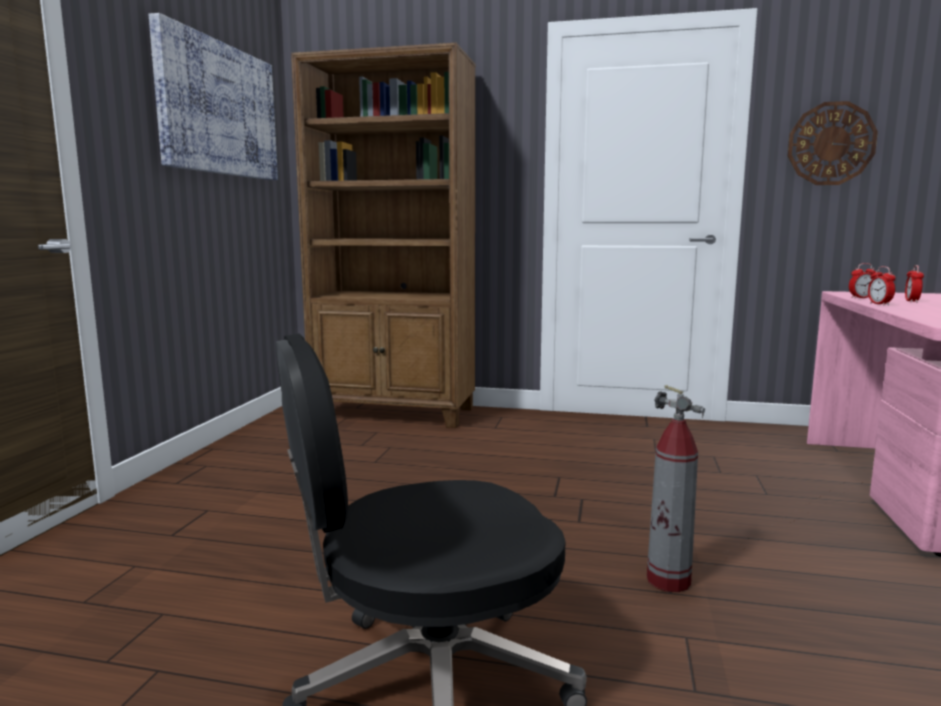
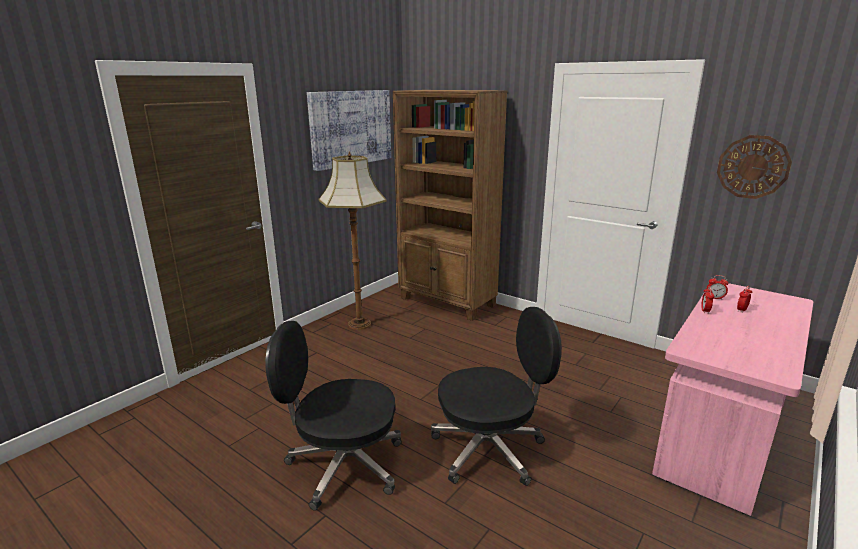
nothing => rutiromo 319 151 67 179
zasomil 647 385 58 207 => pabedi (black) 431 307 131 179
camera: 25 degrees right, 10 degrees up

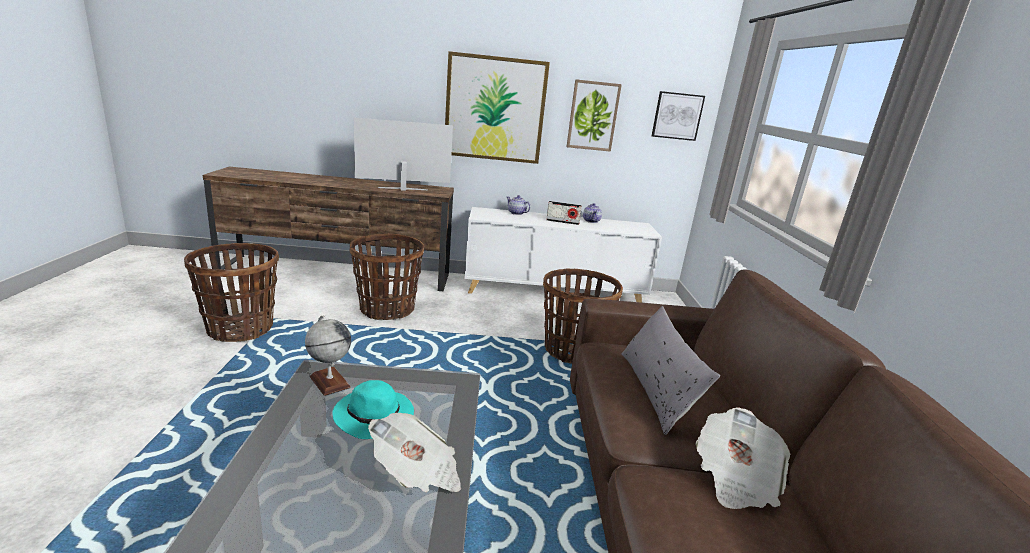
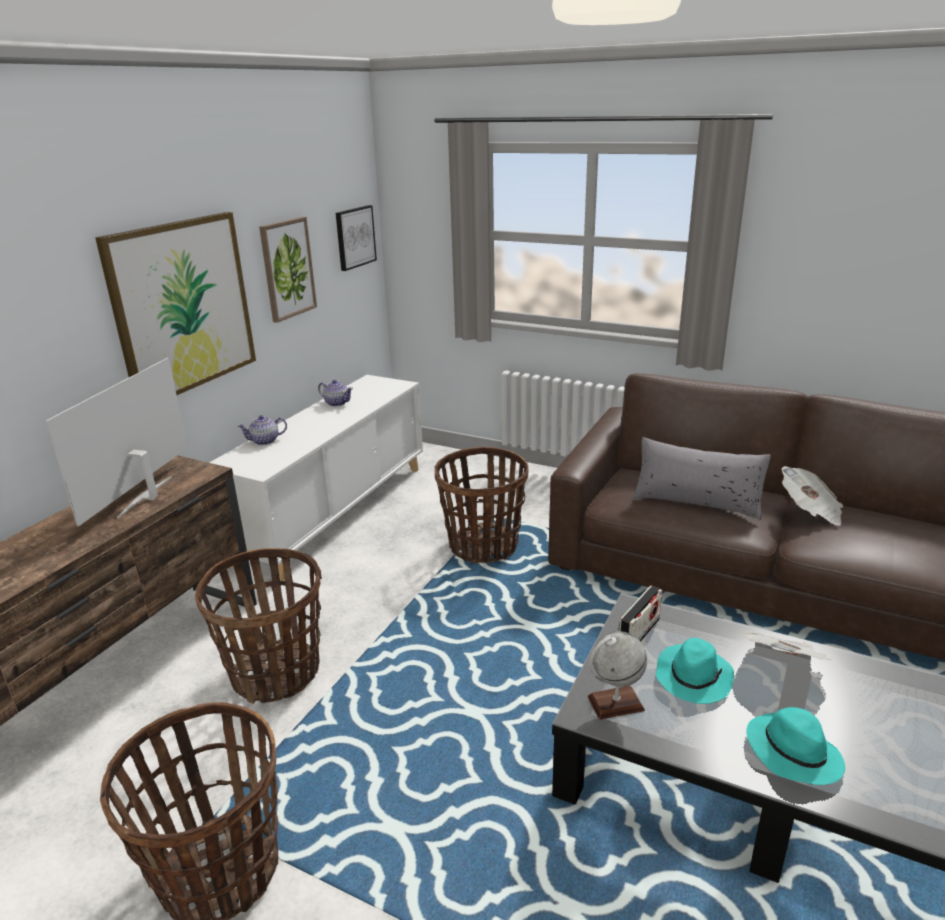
nothing => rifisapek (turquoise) 746 707 99 78
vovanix 546 201 36 24 => vovanix 618 585 44 57, moved
camera: 60 degrees left, 5 degrees up

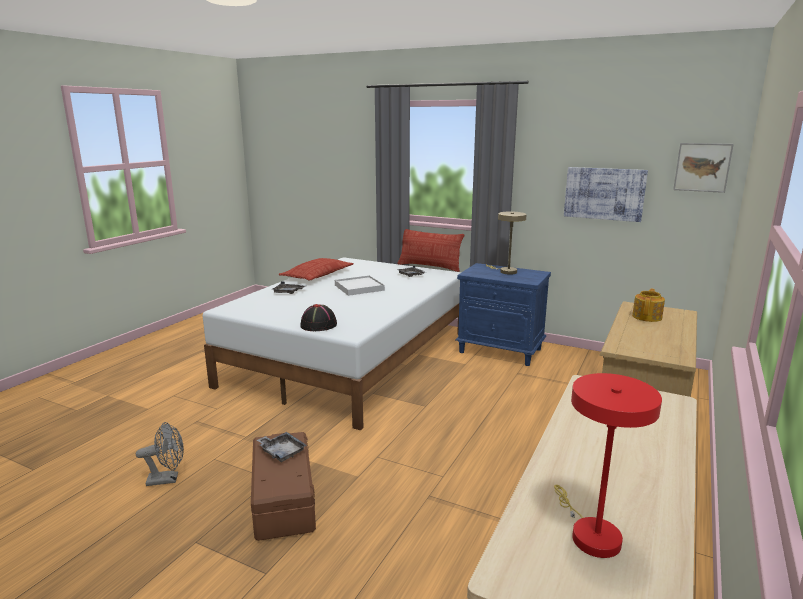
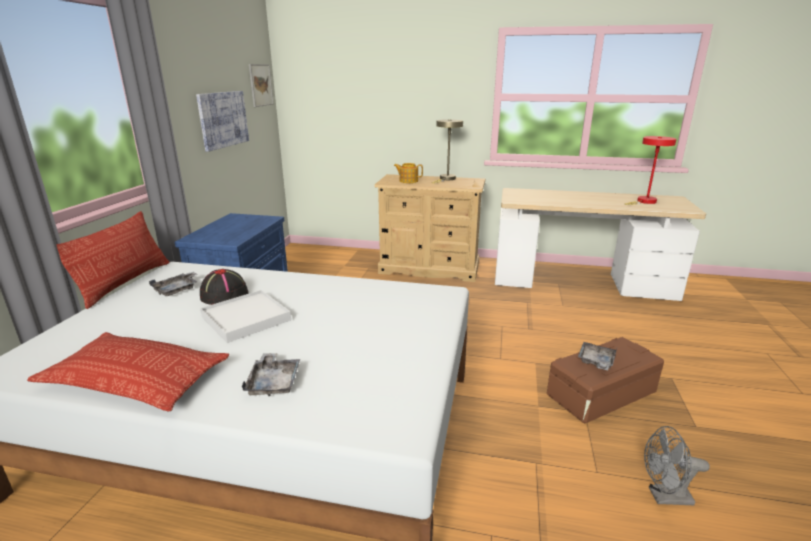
rifisapek (black) 300 304 37 27 => rifisapek (black) 200 269 49 36, moved
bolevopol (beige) 487 212 40 63 => bolevopol (beige) 432 119 31 64, moved
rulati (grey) 136 422 48 64 => rulati (grey) 644 426 66 79, 60 degrees counterclockwise
camera: 105 degrees left, 5 degrees up

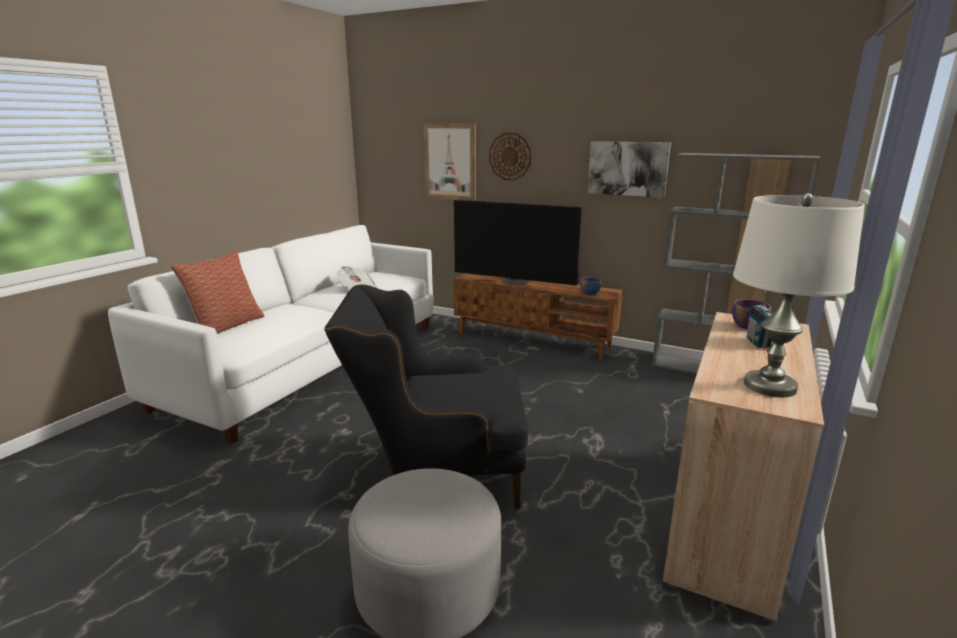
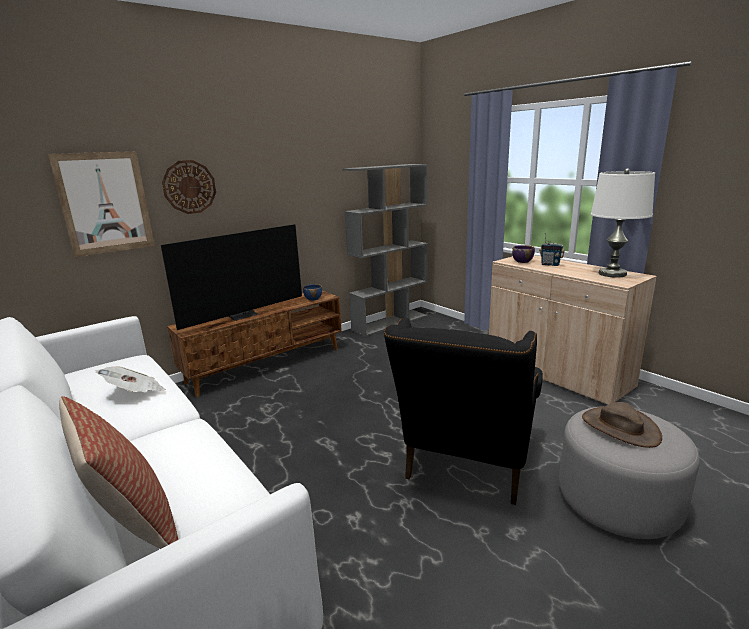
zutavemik 588 141 83 56 => nothing
nothing => rifisapek (brown) 582 402 80 46
camera: 65 degrees left, 0 degrees up

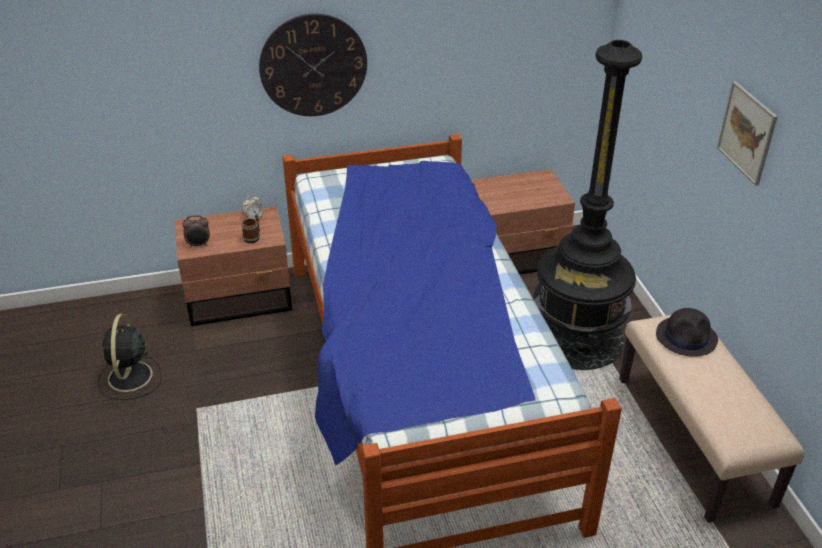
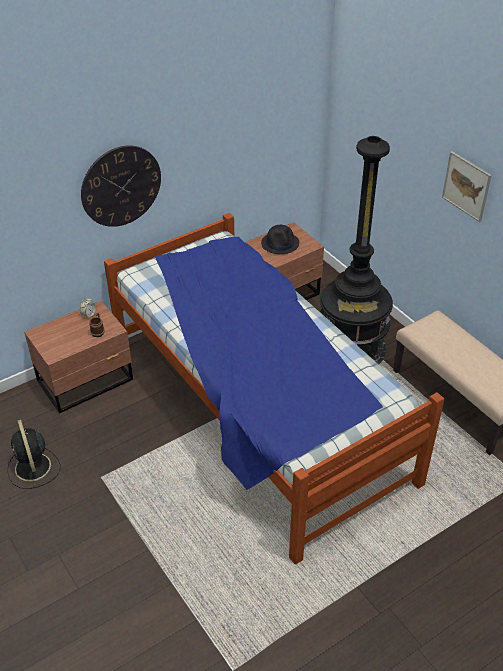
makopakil 182 215 28 33 => nothing
rifisapek (black) 656 308 62 49 => rifisapek (black) 261 225 38 29, moved
camera: 20 degrees left, 5 degrees up

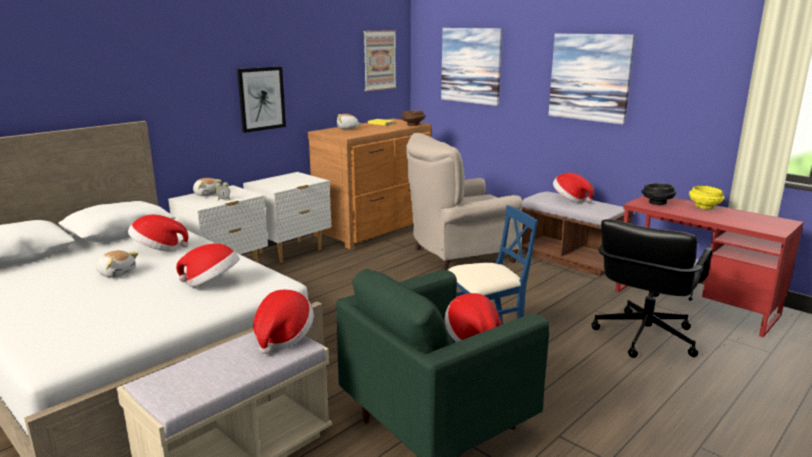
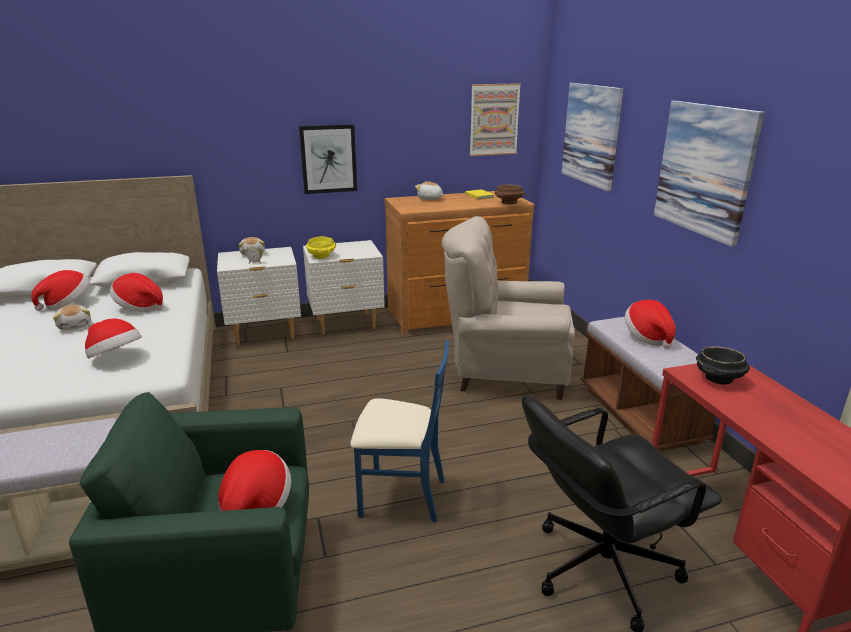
rifisapek 253 290 61 64 => rifisapek 31 270 59 41, moved
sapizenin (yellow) 689 186 36 23 => sapizenin (yellow) 306 236 30 23, moved
camera: 30 degrees right, 5 degrees up

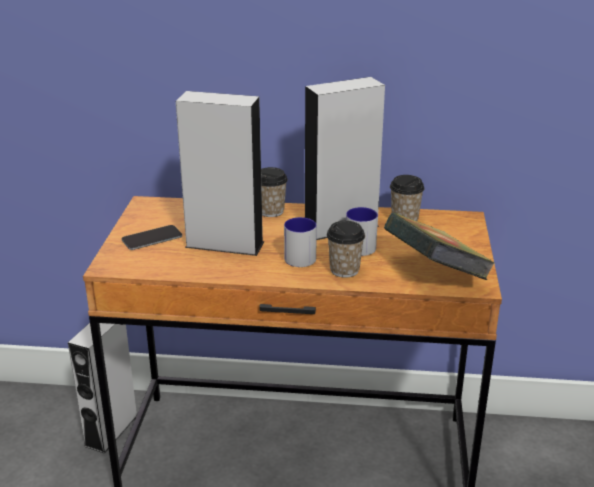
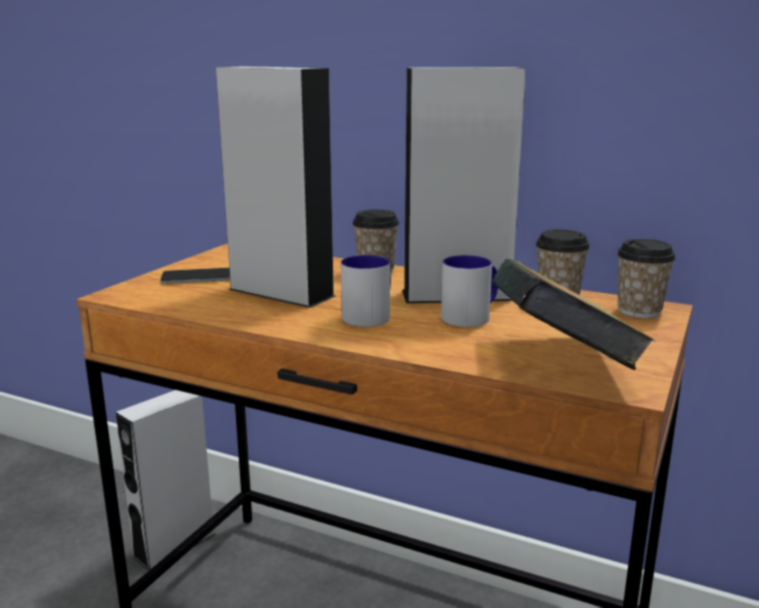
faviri 327 221 38 57 => faviri 617 239 59 79, moved
camera: 20 degrees right, 10 degrees down

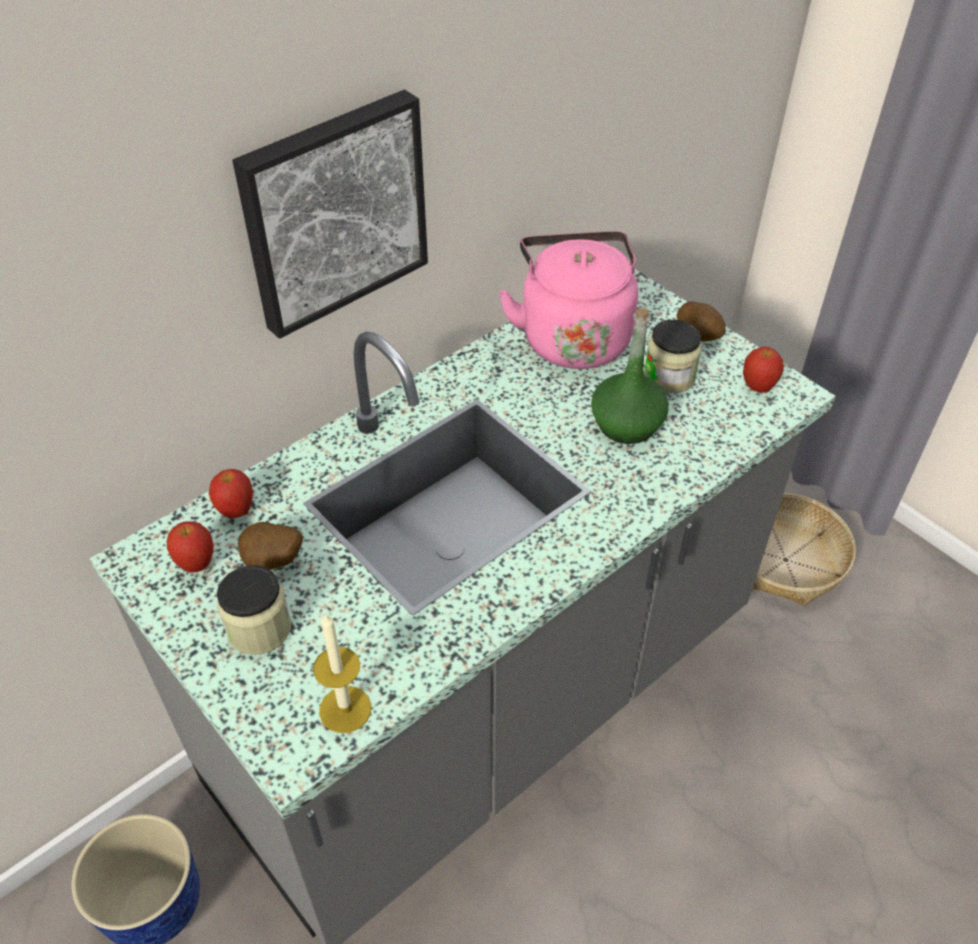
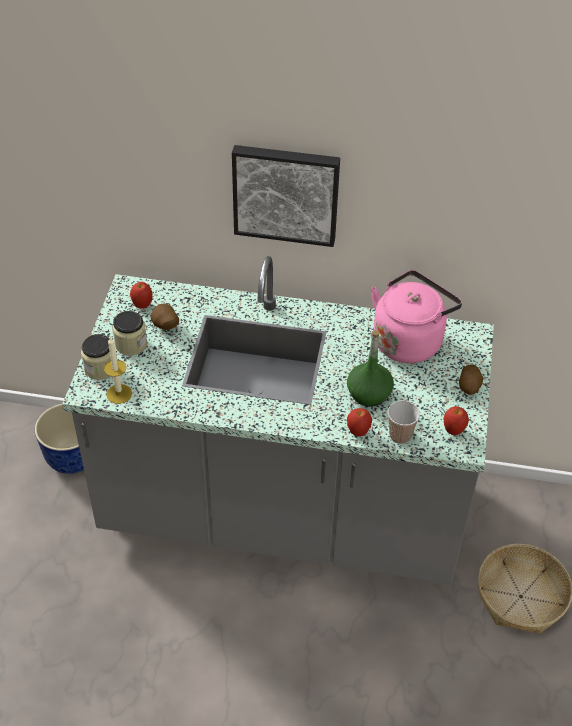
nothing => faviri 388 400 32 44
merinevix 209 469 44 49 => merinevix 347 408 25 28, moved
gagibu 644 320 58 73 => gagibu 81 334 30 46, moved
camera: 50 degrees right, 0 degrees up

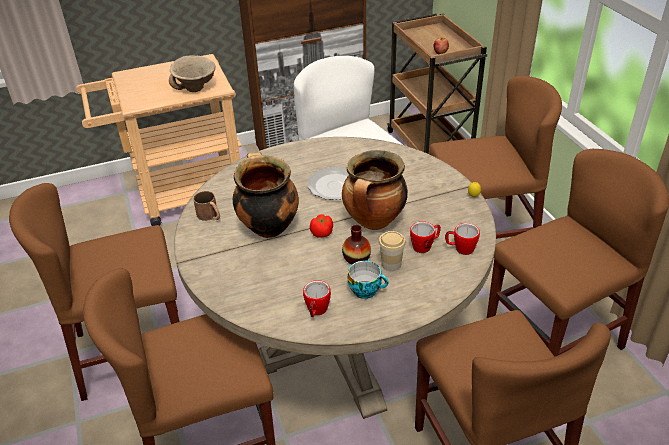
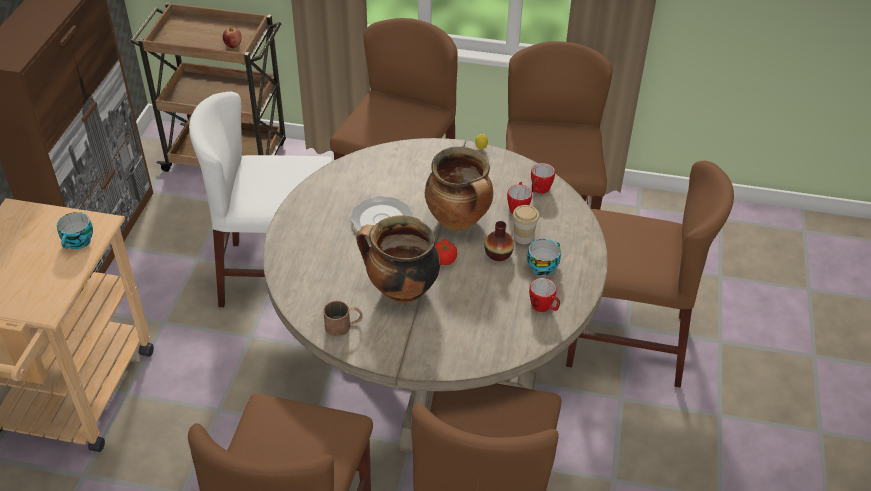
sapizenin (beige) 169 55 46 37 => faviri 57 212 36 37
camera: 60 degrees left, 5 degrees up

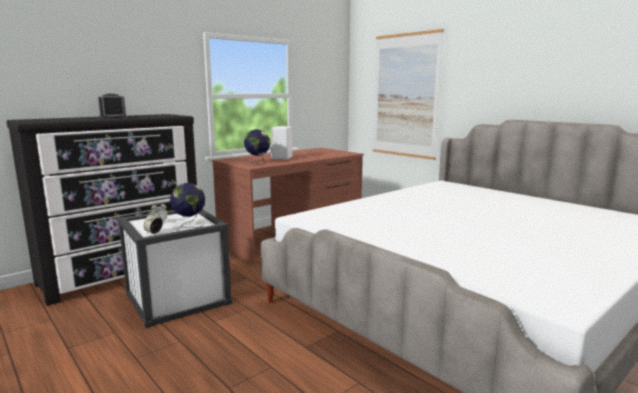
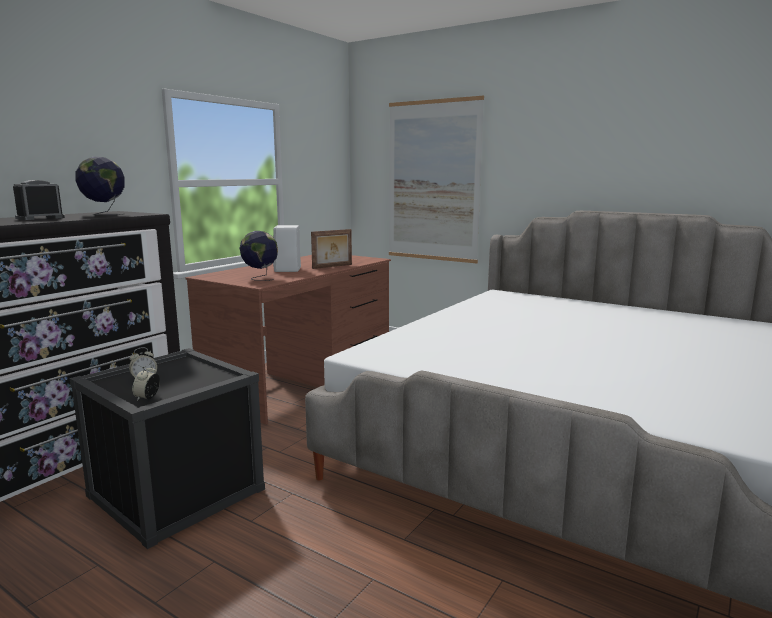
nothing => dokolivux 311 229 41 40
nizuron 170 183 35 45 => nizuron 75 157 50 58, moved
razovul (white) 118 209 114 119 => razovul (black) 70 348 195 201
camera: 15 degrees left, 0 degrees up

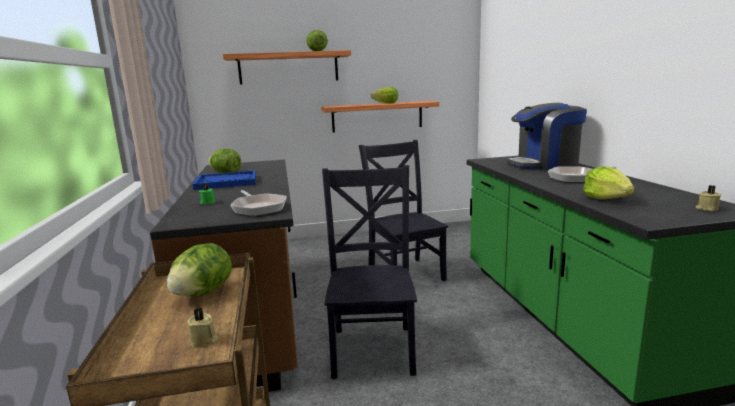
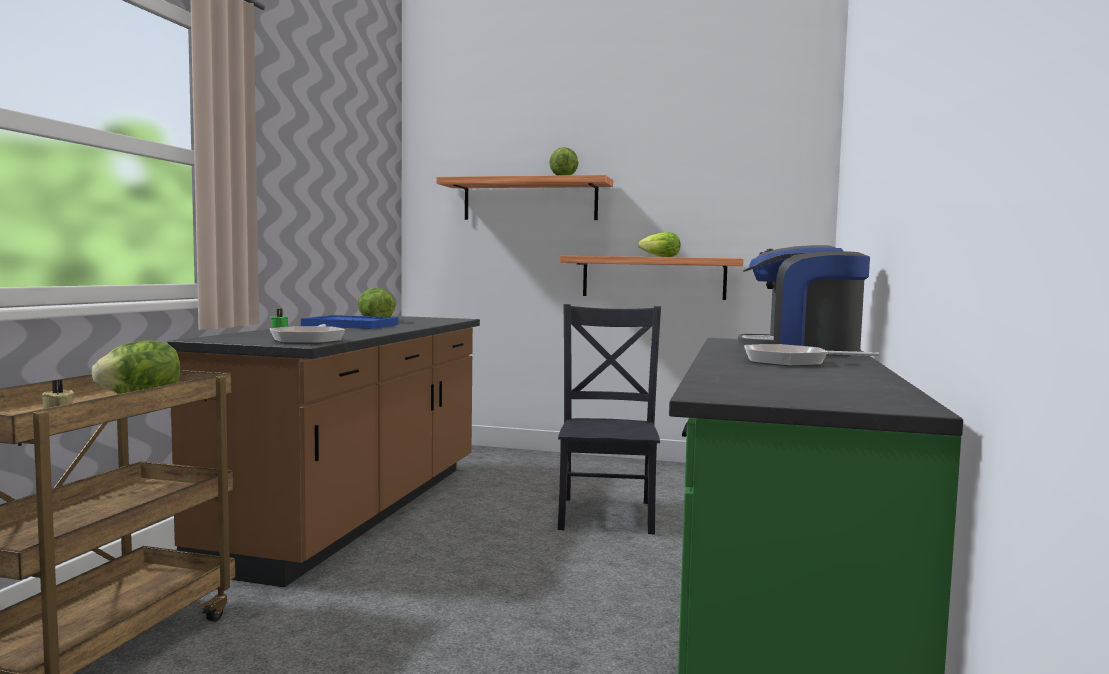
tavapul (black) 322 165 95 214 => nothing
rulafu 583 166 51 34 => nothing
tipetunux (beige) 695 185 26 26 => nothing
camera: 25 degrees right, 10 degrees down

